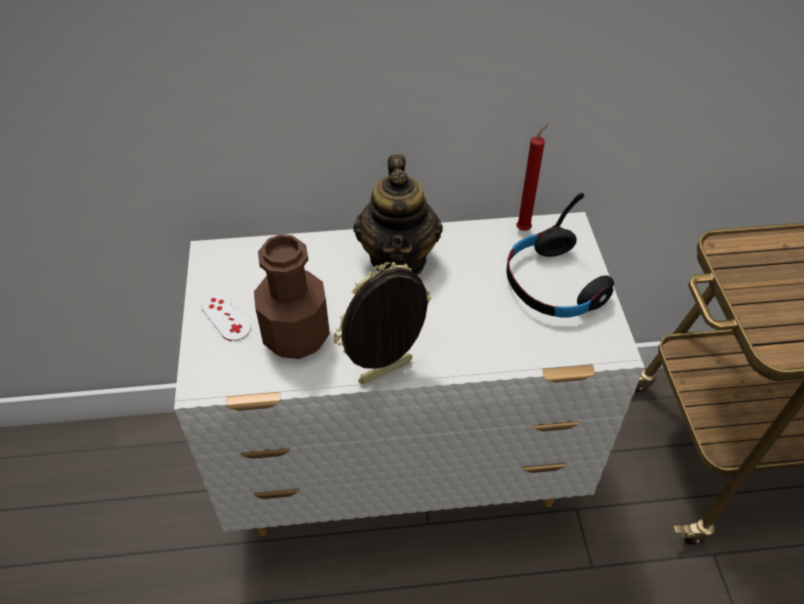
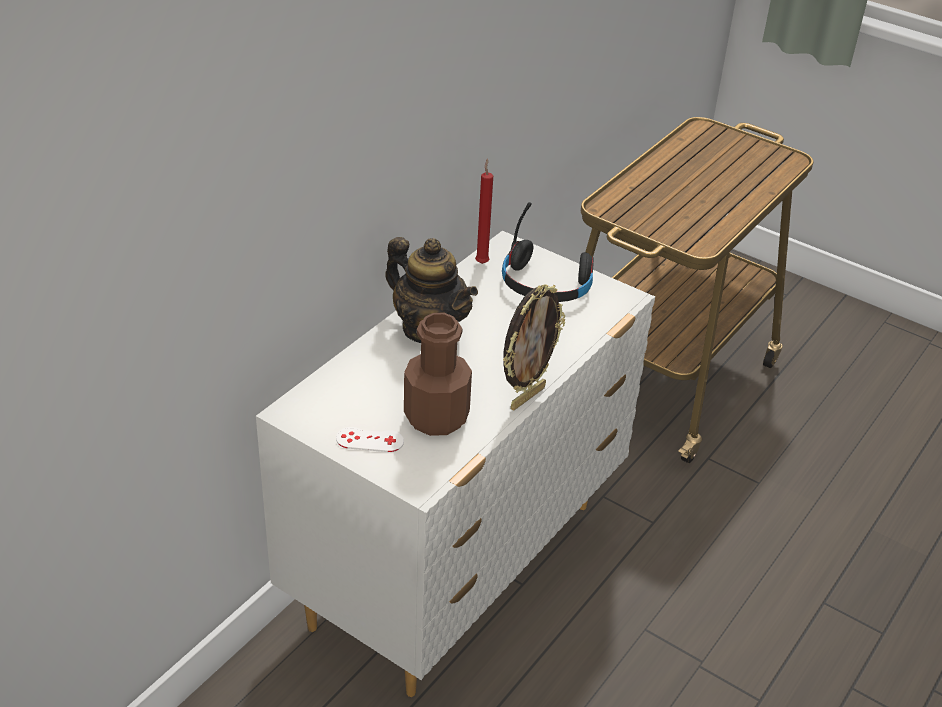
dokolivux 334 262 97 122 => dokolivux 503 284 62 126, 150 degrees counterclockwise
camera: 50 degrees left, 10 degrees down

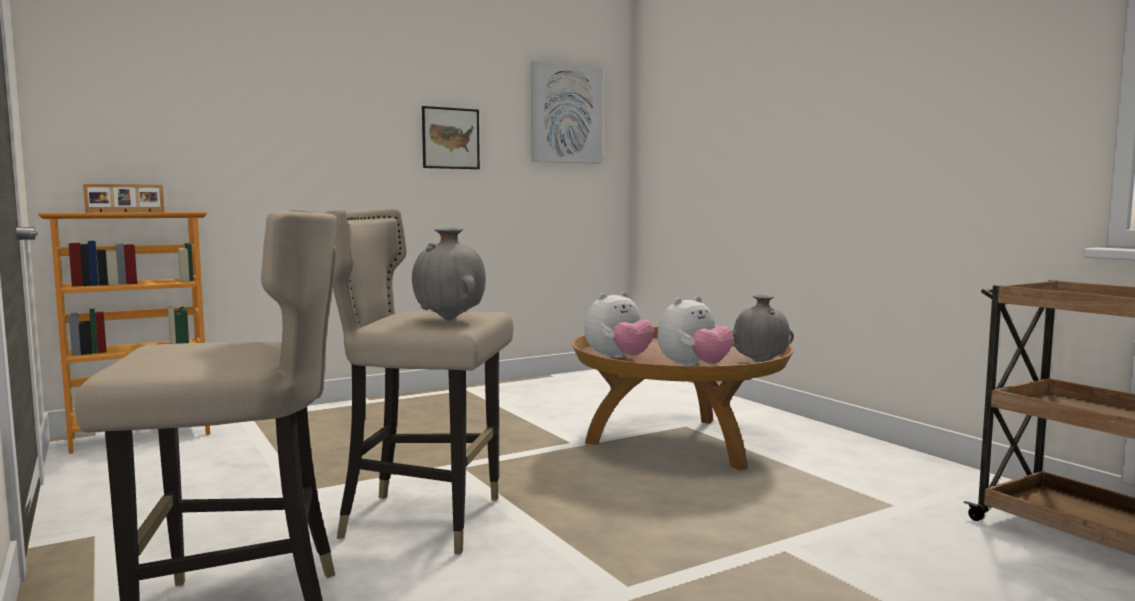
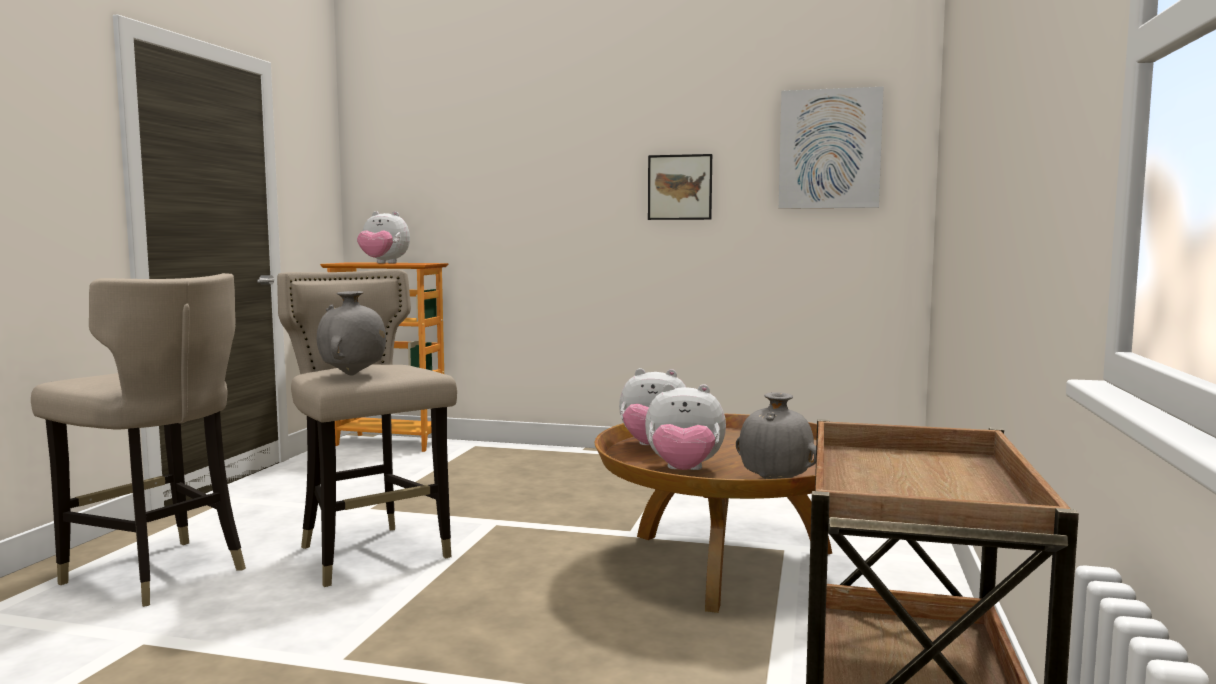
dokolivux 83 184 81 29 => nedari 357 211 53 52
camera: 45 degrees right, 0 degrees up

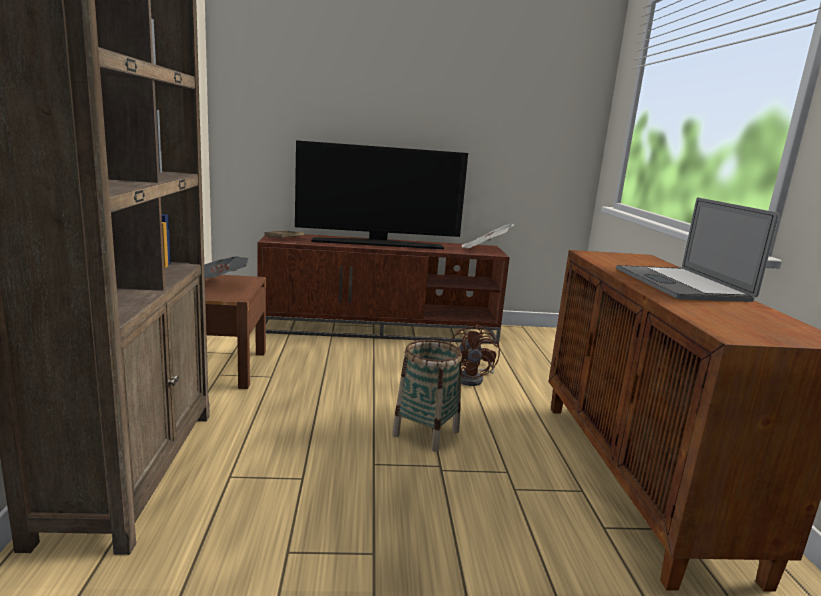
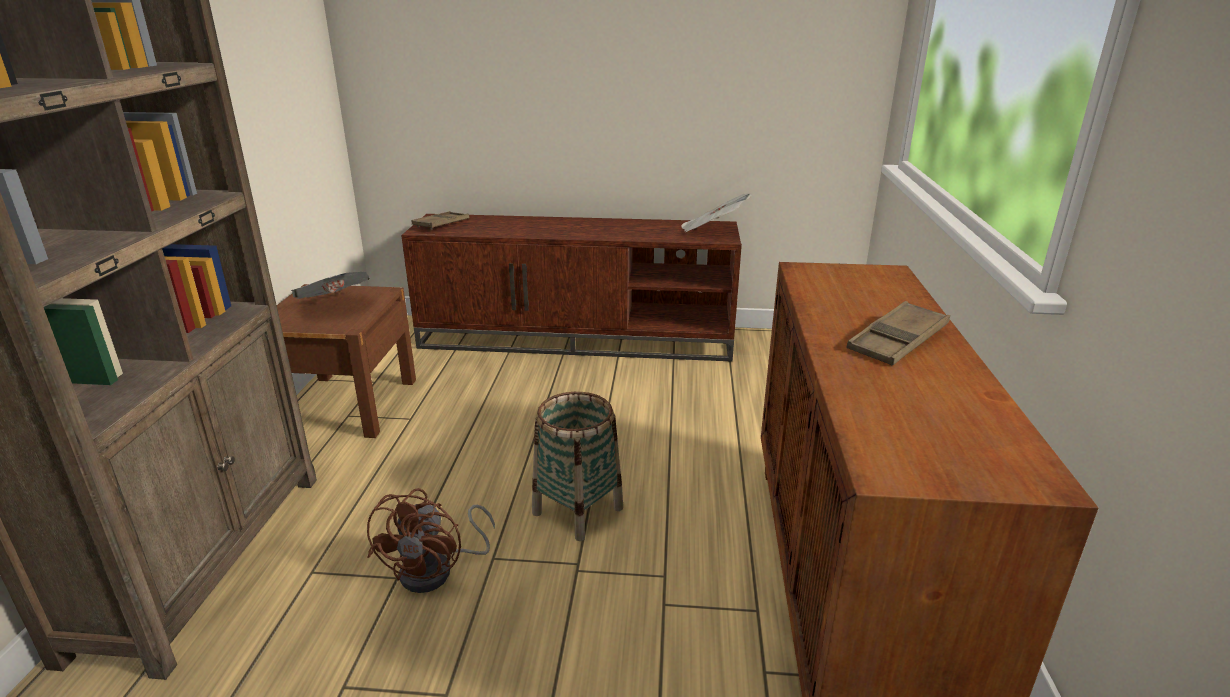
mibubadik 295 140 173 109 => nothing
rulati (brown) 450 324 50 62 => rulati (brown) 367 488 128 105, moved
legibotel 616 197 163 105 => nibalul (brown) 846 301 104 64
camera: 10 degrees right, 10 degrees up

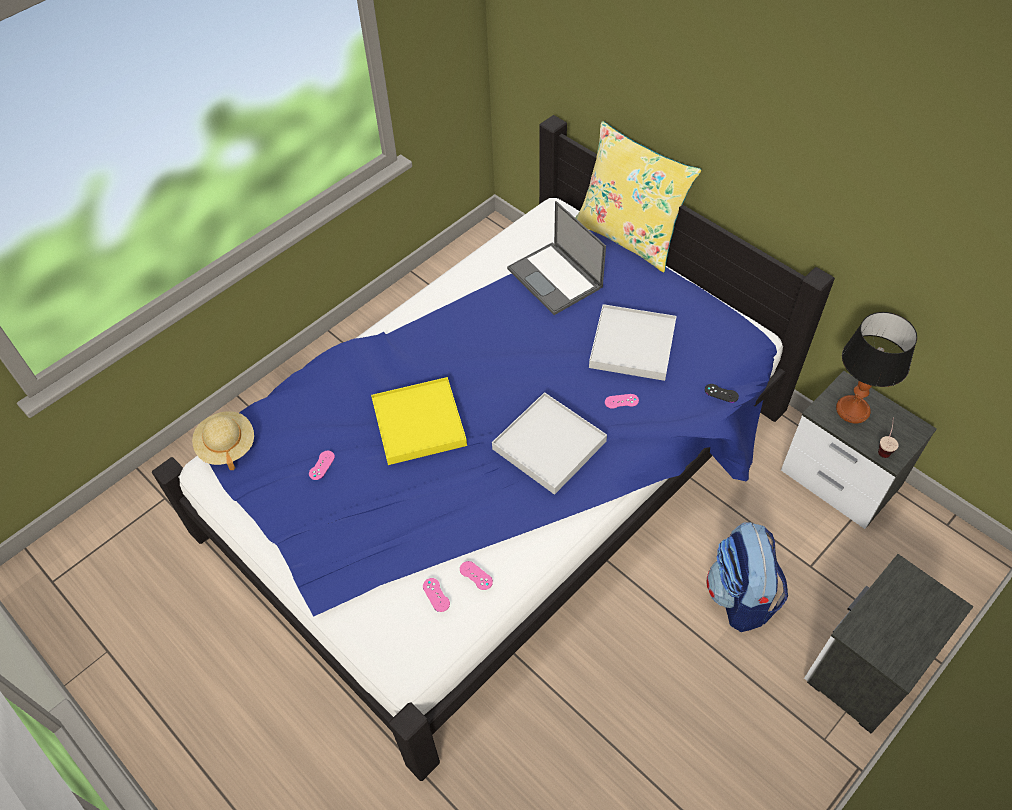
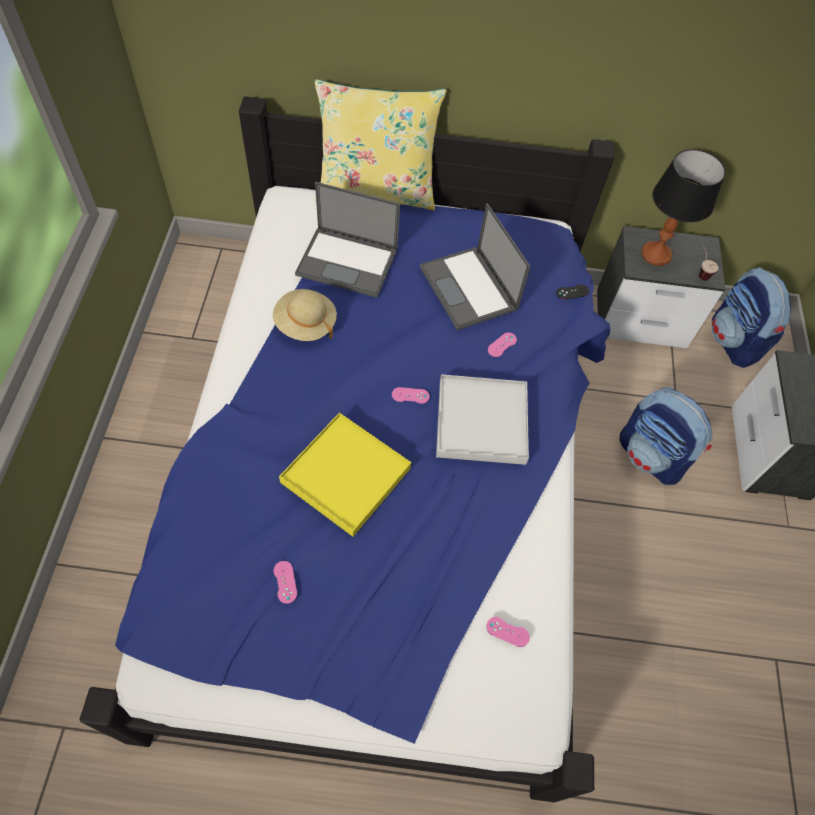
nothing => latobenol 711 267 80 101
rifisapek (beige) 192 411 62 59 => rifisapek (beige) 273 289 64 52, moved
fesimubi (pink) 460 561 33 29 => fesimubi (pink) 392 387 38 17, moved
nibalul (white) 589 304 88 77 => legibotel 420 203 111 127
camera: 45 degrees left, 5 degrees up

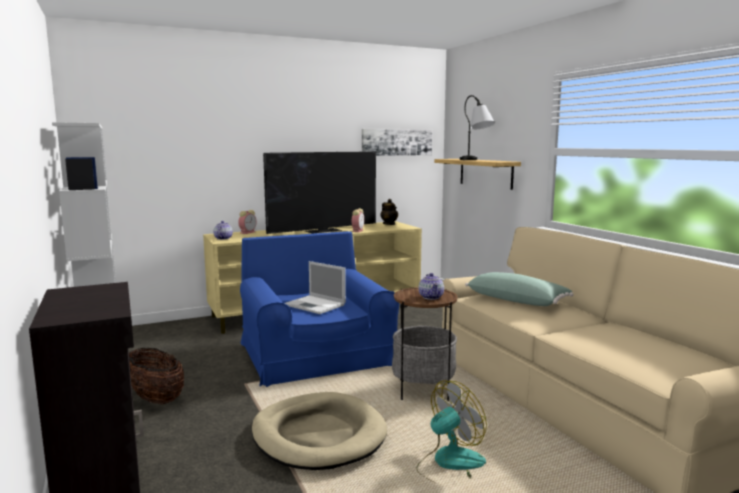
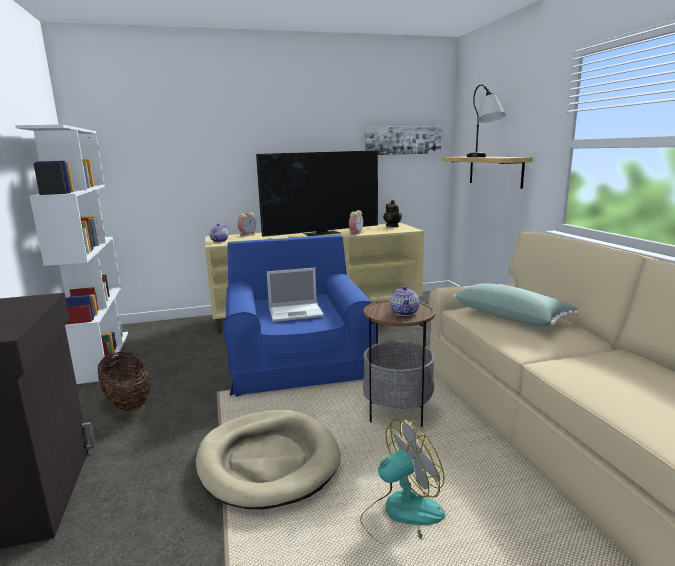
legibotel 284 261 62 53 => legibotel 267 268 57 54, 60 degrees counterclockwise
camera: 10 degrees right, 5 degrees up

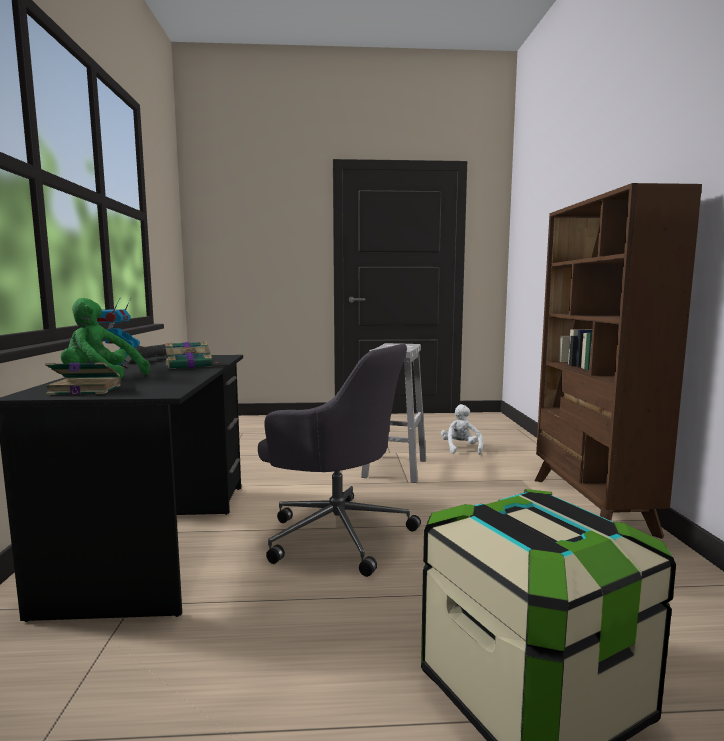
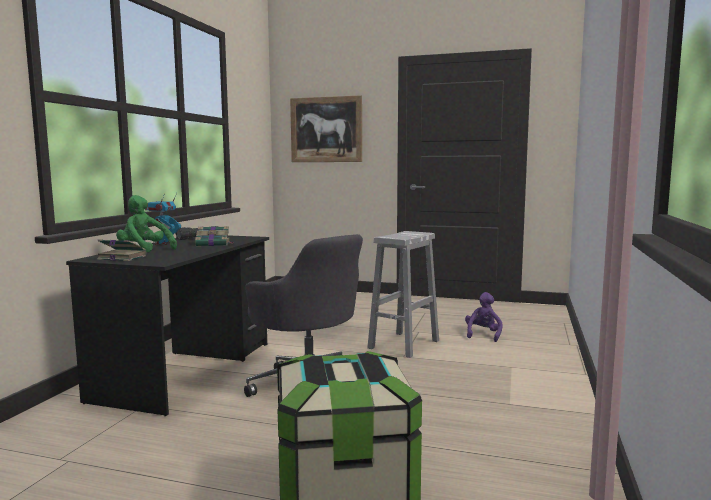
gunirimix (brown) 535 183 167 356 => nothing
nothing => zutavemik 290 95 72 67
nedari (white) 441 404 42 51 => nedari (purple) 465 292 38 50
camera: 20 degrees right, 0 degrees up

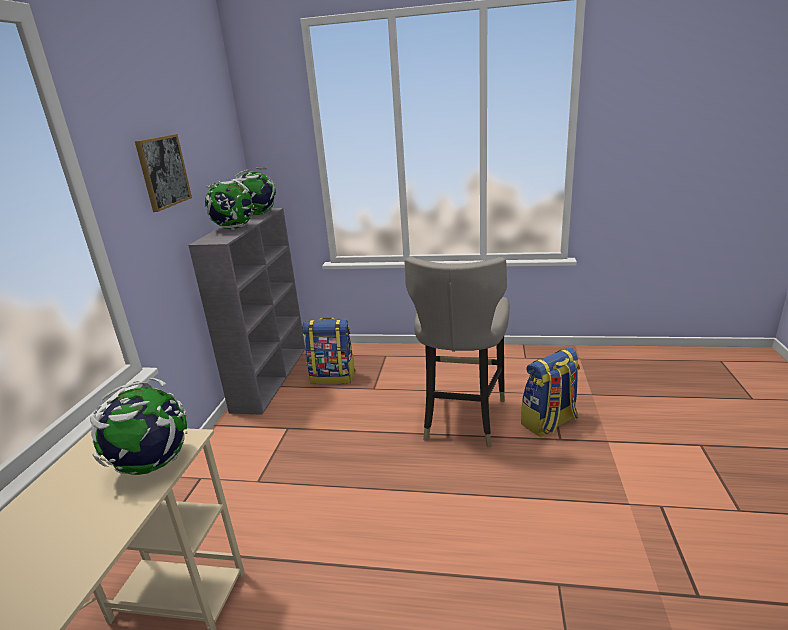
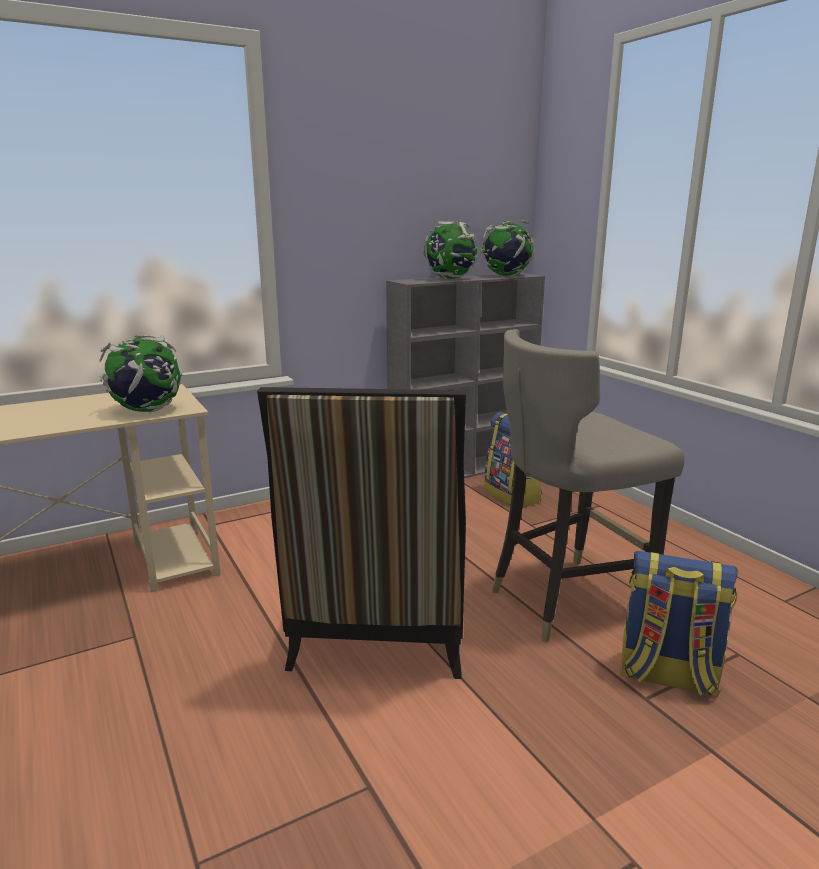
zutavemik 135 134 57 78 => nothing
nothing => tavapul 257 387 209 292
camera: 50 degrees right, 5 degrees down

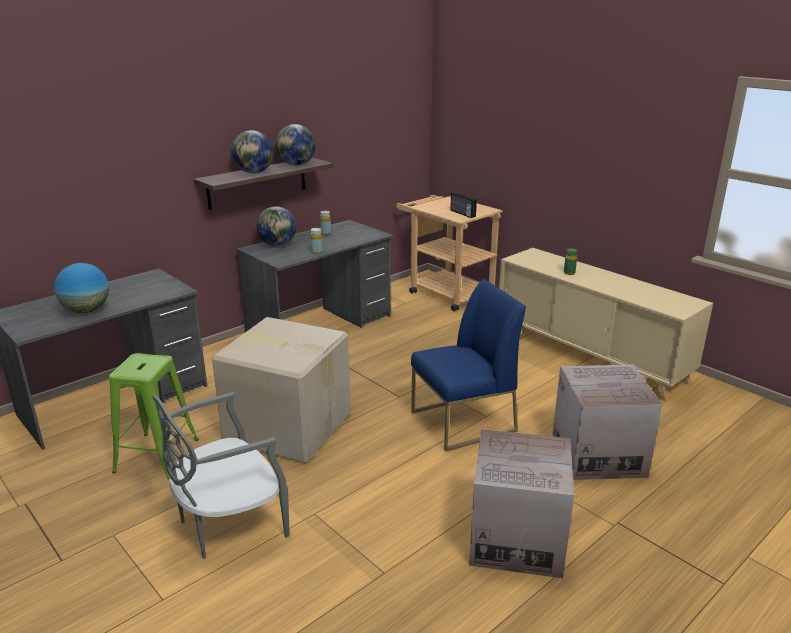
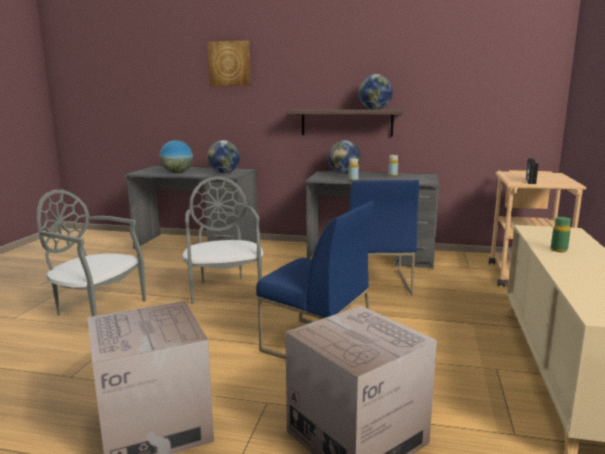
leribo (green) 109 353 90 126 => nothing
nothing => zutavemik 207 40 44 46
nothing => tavapul (blue) 348 180 71 116
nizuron 231 130 43 44 => nizuron 207 140 33 33, moved
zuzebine 212 317 139 146 => tavapul (grey) 182 176 81 128
camera: 55 degrees right, 10 degrees down

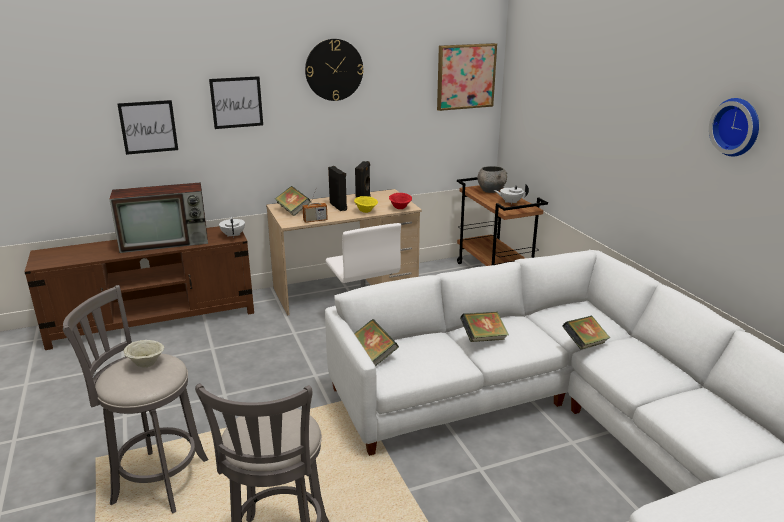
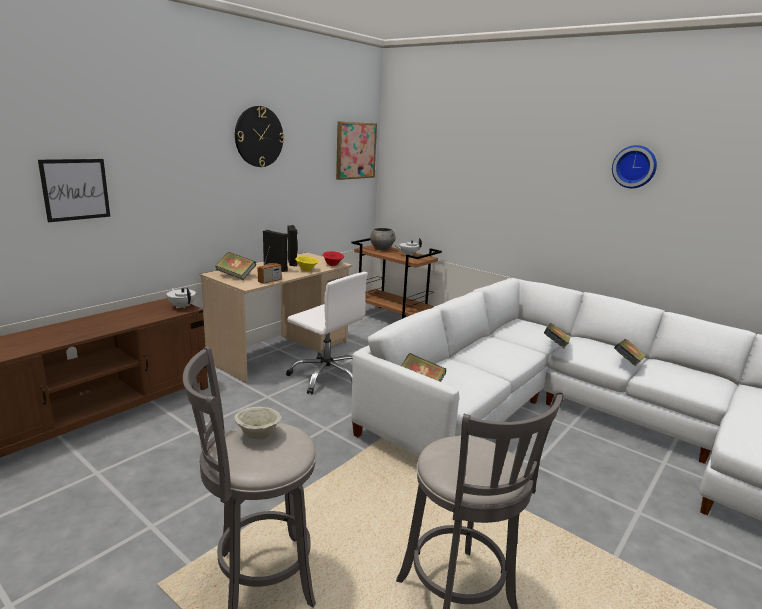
mibubadik 109 182 99 71 => nothing
zutavemik 209 76 54 53 => nothing
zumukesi 460 312 49 30 => zumukesi 614 339 32 27, moved
camera: 30 degrees left, 5 degrees down

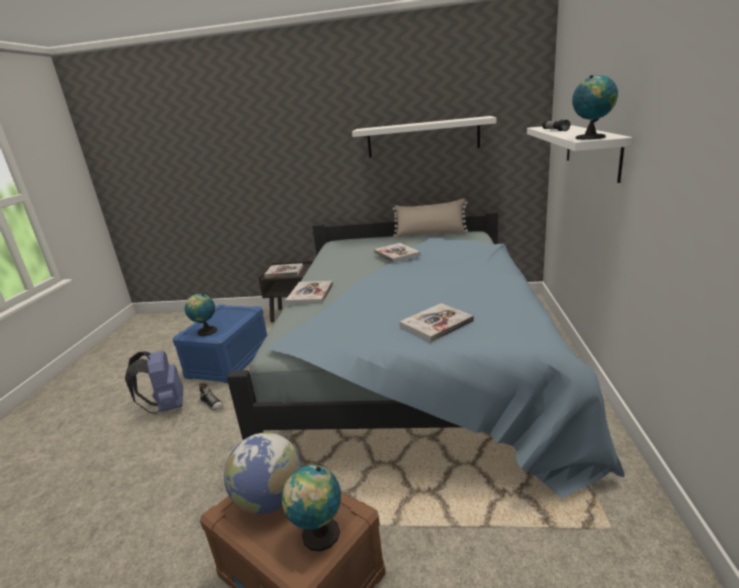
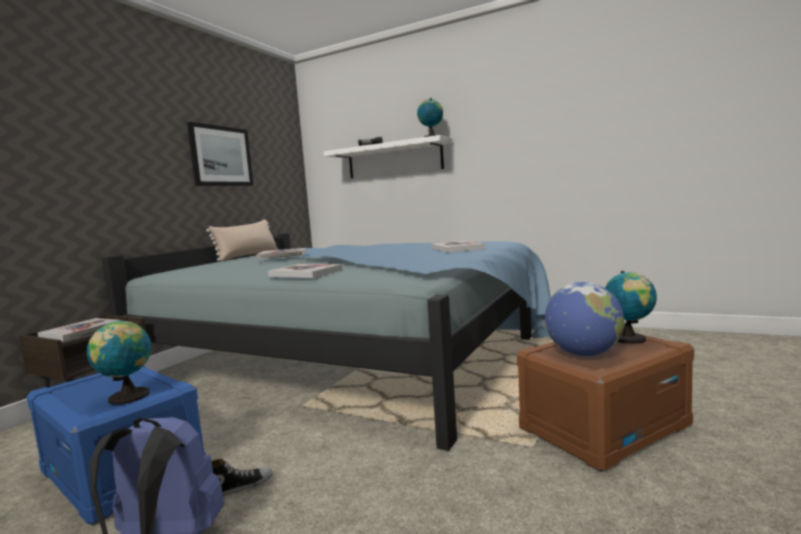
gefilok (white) 352 116 144 42 => zutavemik 187 122 66 64
camera: 70 degrees left, 15 degrees down

